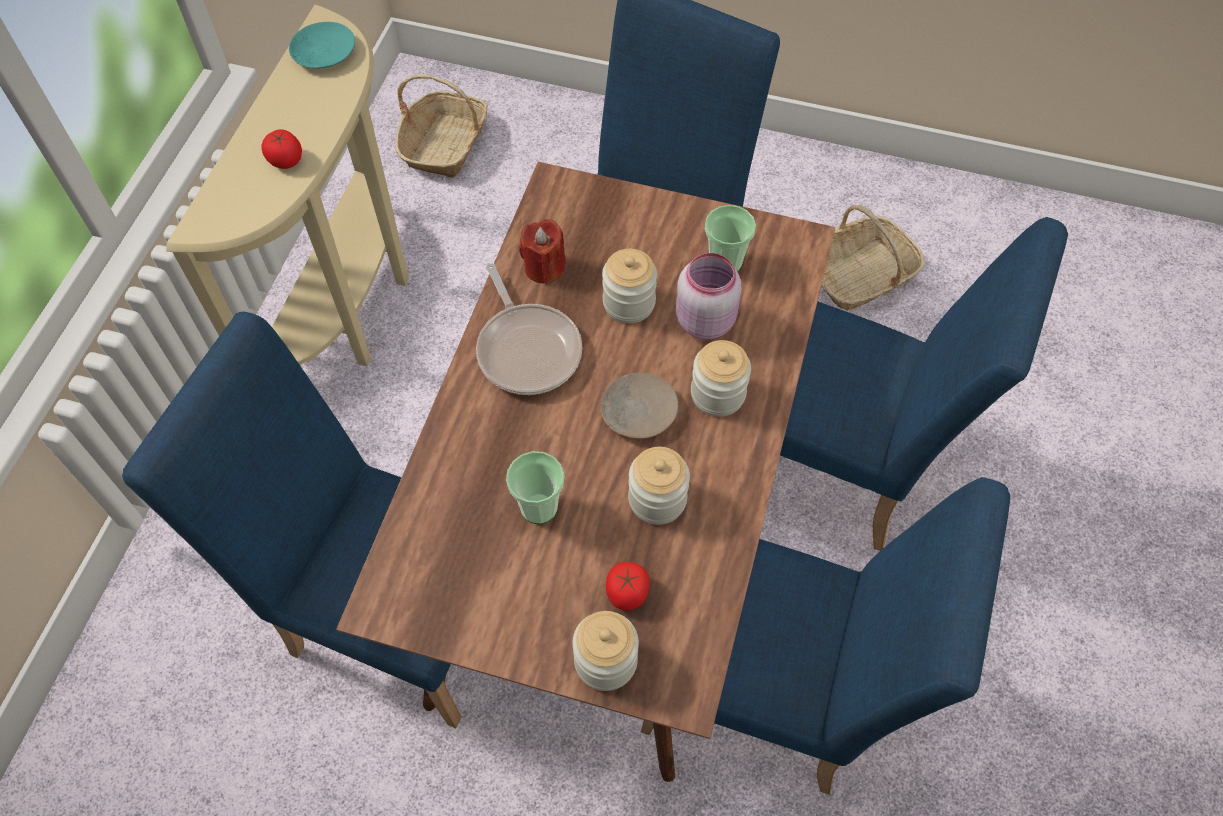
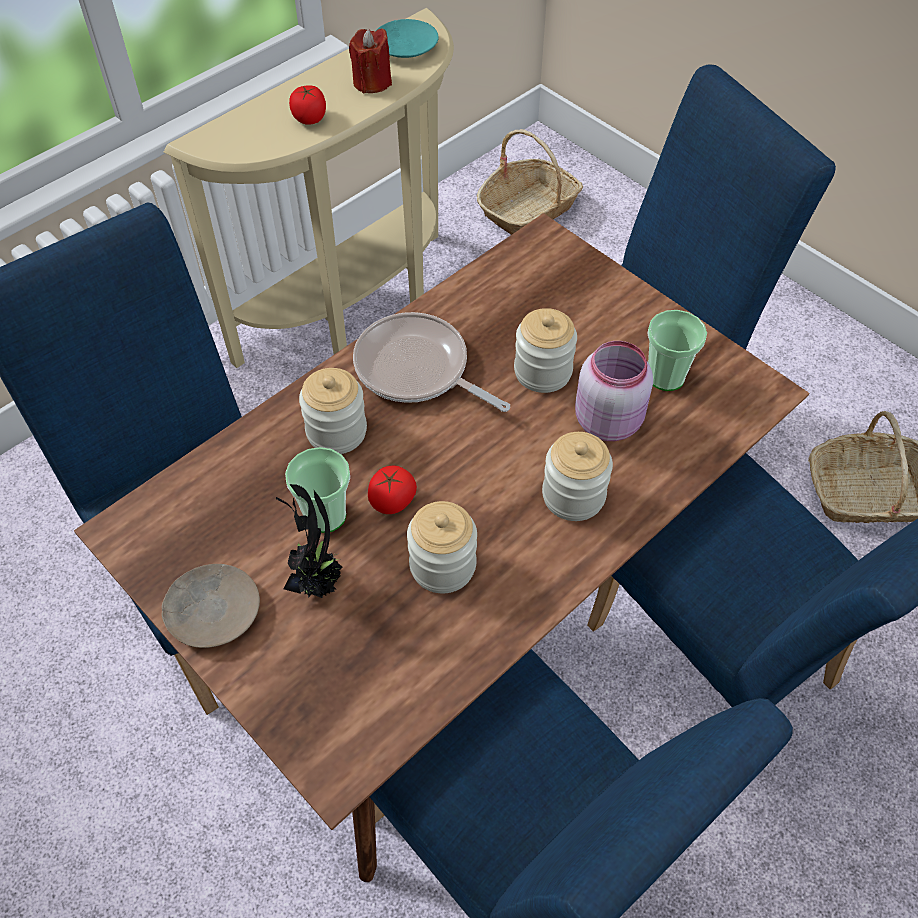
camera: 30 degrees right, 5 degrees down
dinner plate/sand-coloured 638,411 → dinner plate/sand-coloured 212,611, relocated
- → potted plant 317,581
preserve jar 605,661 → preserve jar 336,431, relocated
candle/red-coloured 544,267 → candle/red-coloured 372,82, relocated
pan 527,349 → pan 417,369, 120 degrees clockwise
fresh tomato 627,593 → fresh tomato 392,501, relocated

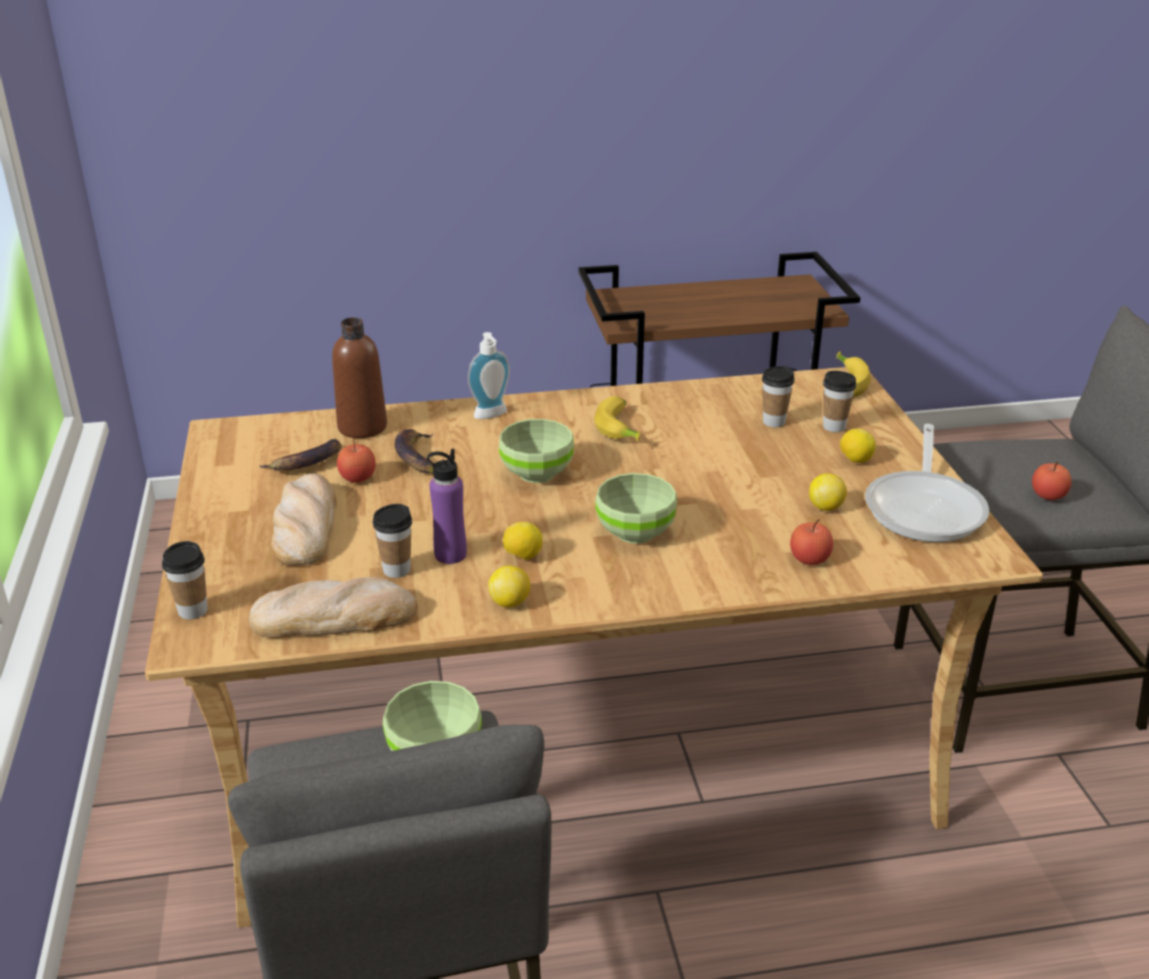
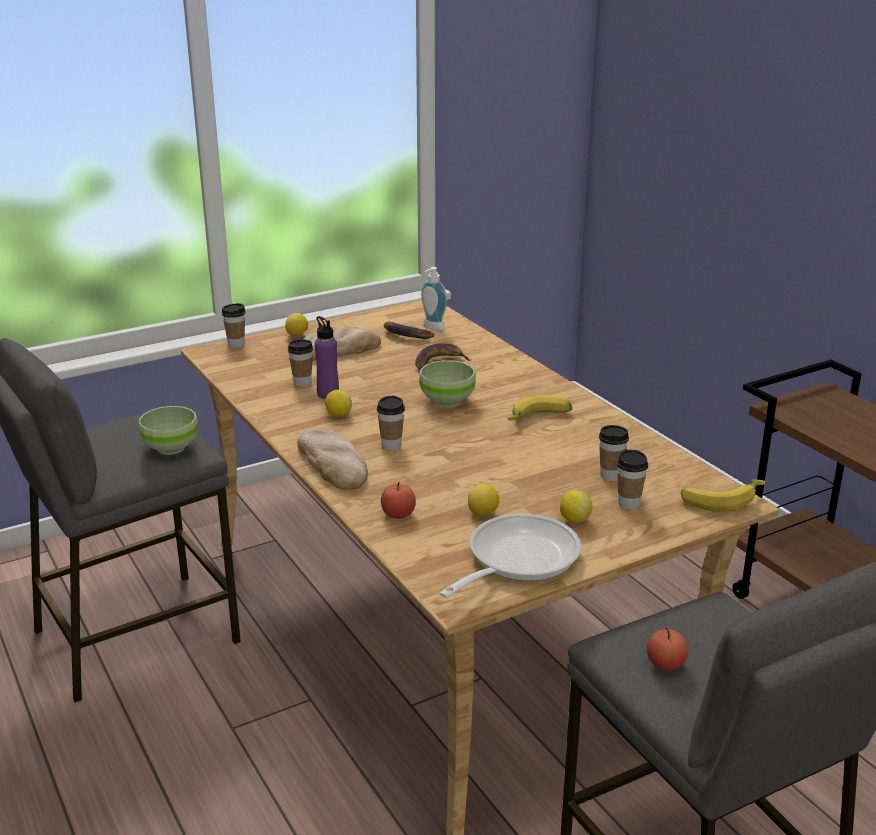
camera: 70 degrees right, 5 degrees down
lemon 510,602 → lemon 297,335, relocated
bread 335,616 → bread 333,464, relocated
deep dish/green 635,533 → small cup 391,446
soap dispenser 492,415 → soap dispenser 432,328, relocated
pan 925,508 → pan 516,560, 135 degrees clockwise
beverage bottle/brownish 362,427 → -
whole apple 357,478 → -

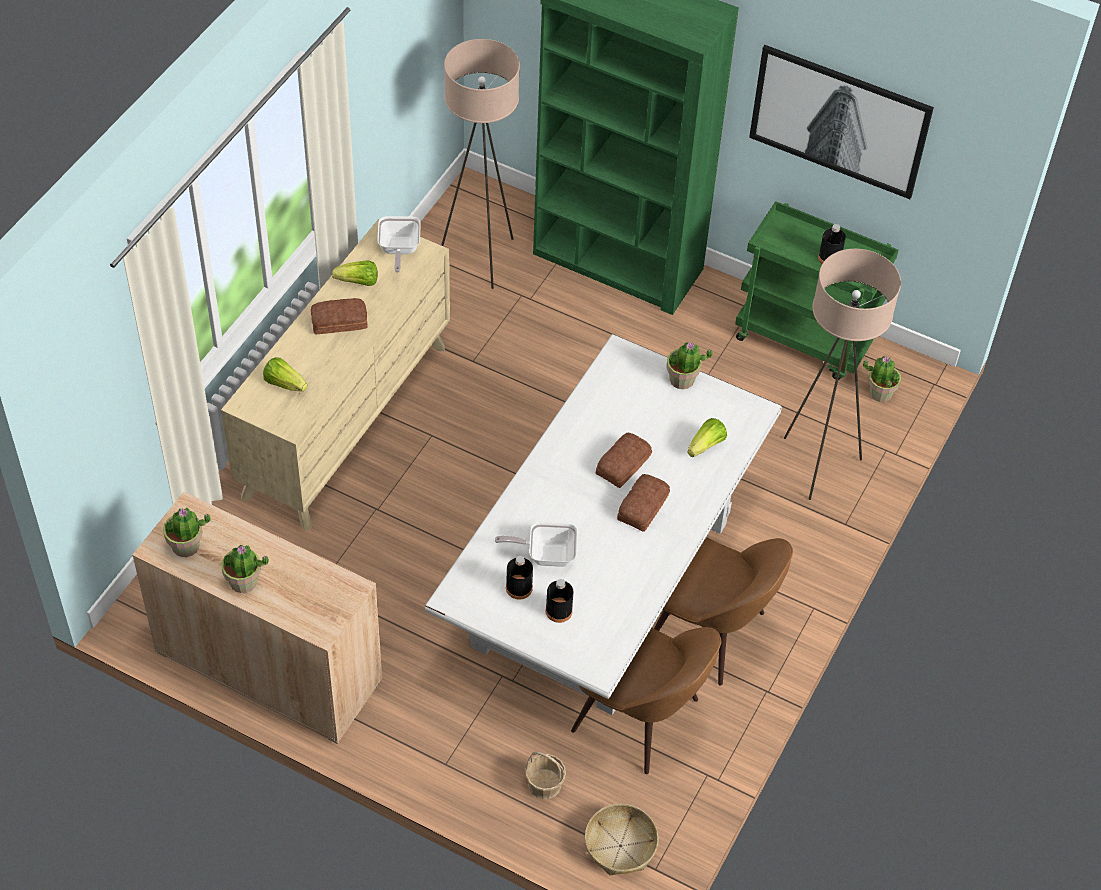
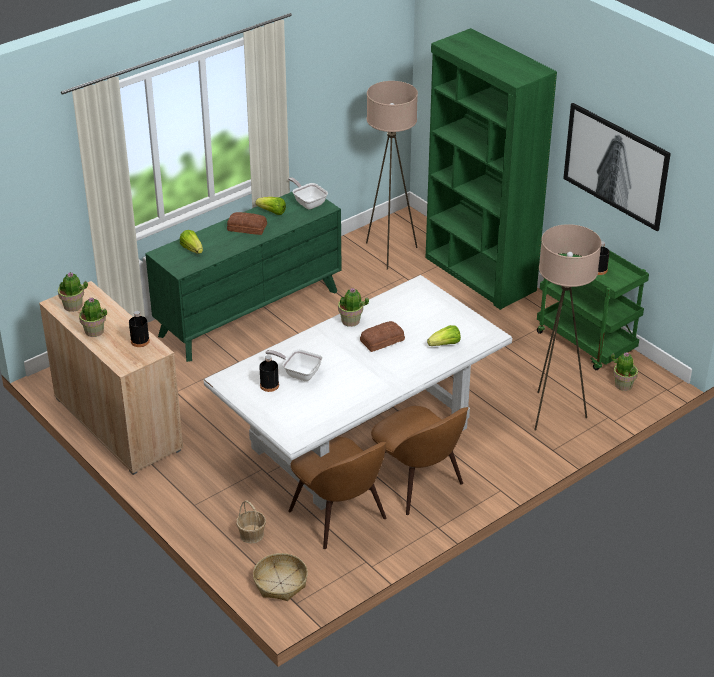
camera: 25 degrees right, 15 degrees down
beverage bottle/black-coloured 559,611 → beverage bottle/black-coloured 140,341, relocated
drawer chest/sand-coloured 346,419 → drawer chest/green 250,312
pan 398,250 → pan 308,203, 120 degrees clockwise
potted plant 682,380 → potted plant 351,321, relocated
bread 641,506 → -

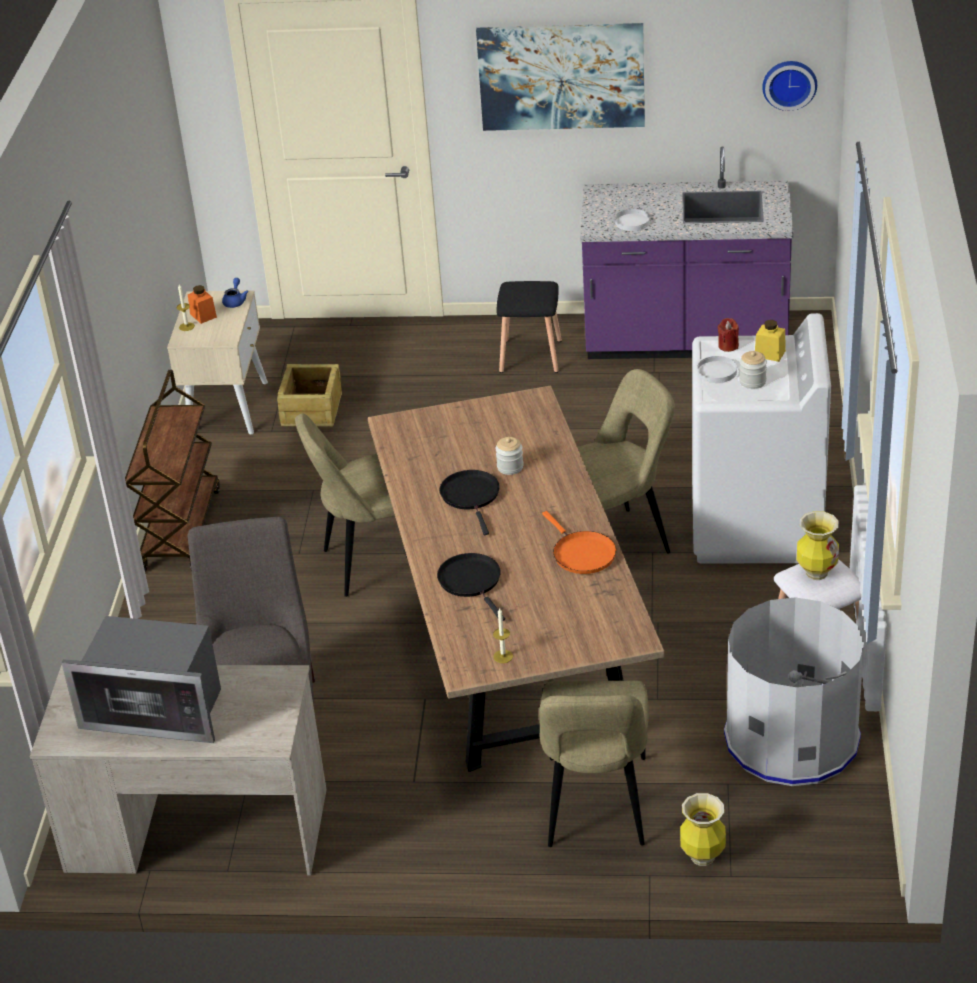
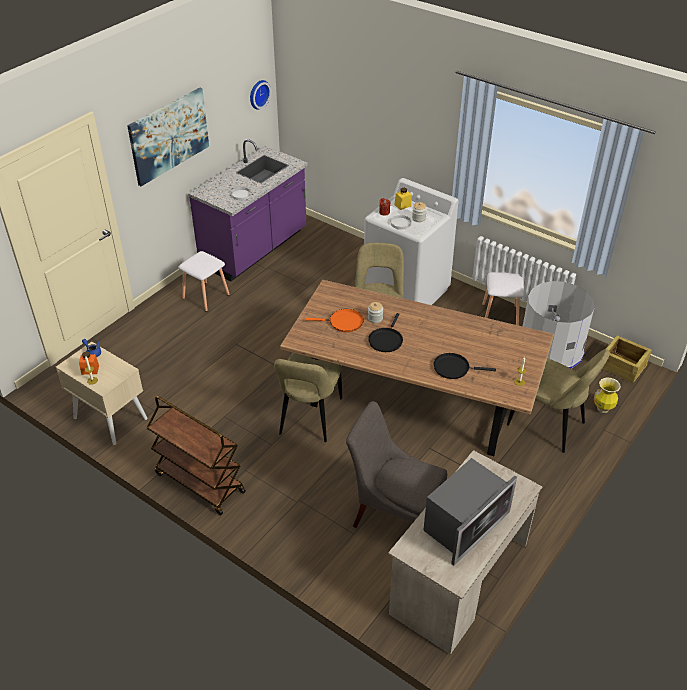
camera: 60 degrees left, 5 degrees up
stool/black-coloured 530,355 → stool/white 205,296
pan/orangey 581,554 → pan/orangey 343,322, relocated
pan/black-coloured 471,496 → pan/black-coloured 386,340, 90 degrees counterclockwise
shipping crate 311,409 → shipping crate 622,367, relocated
flower vase 816,573 → -

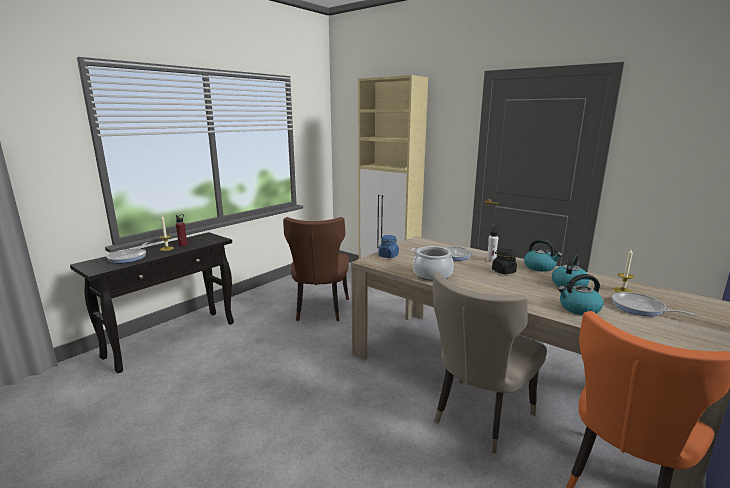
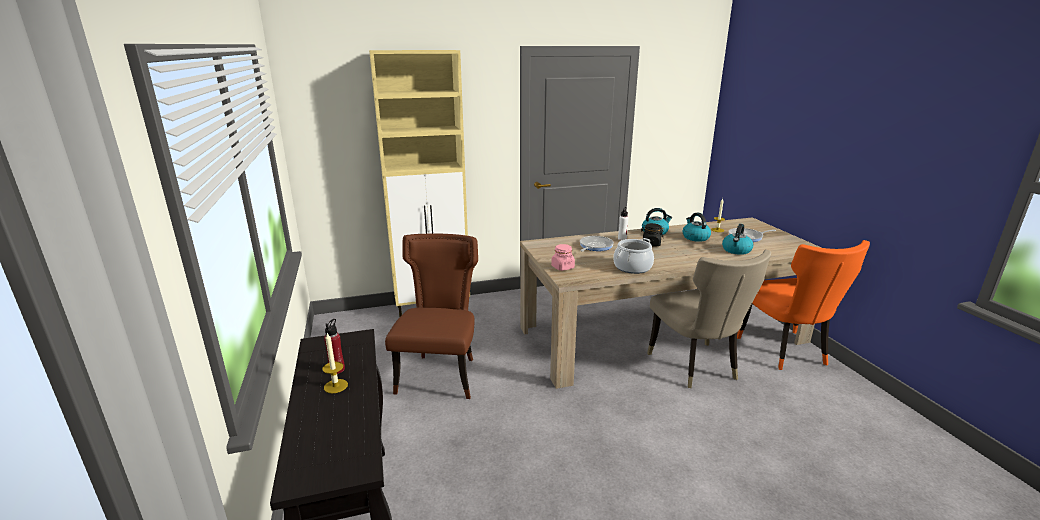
camera: 55 degrees left, 5 degrees up
chair/brownish 320,310 → chair/brownish 440,374, 120 degrees counterclockwise
preserve jar/blue-coloured 388,256 → preserve jar/pink 562,267
pan 129,257 → -

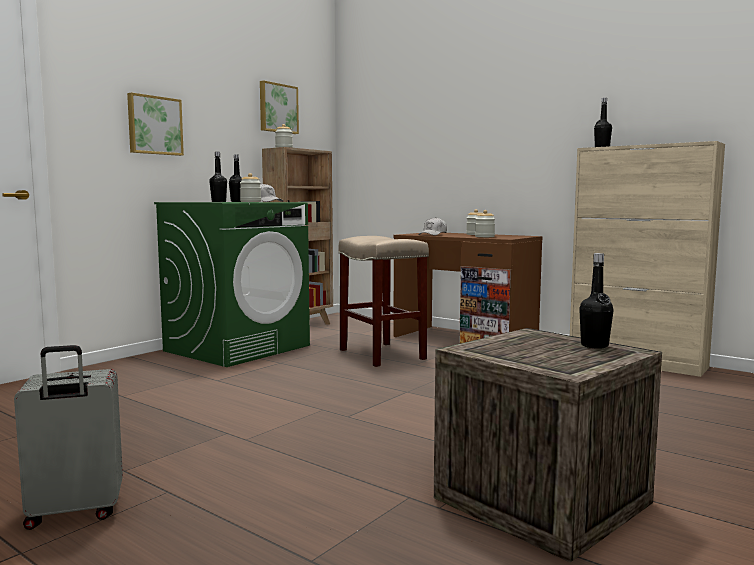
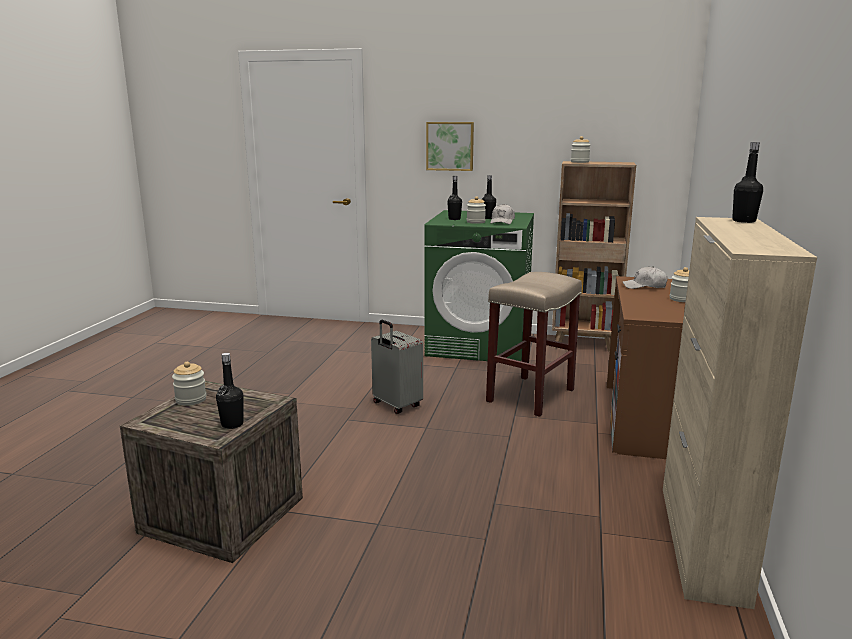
camera: 65 degrees right, 10 degrees up
preserve jar 484,237 → preserve jar 191,399, relocated
travel case/grey 75,513 → travel case/grey 396,405, relocated
wall art 277,108 → -

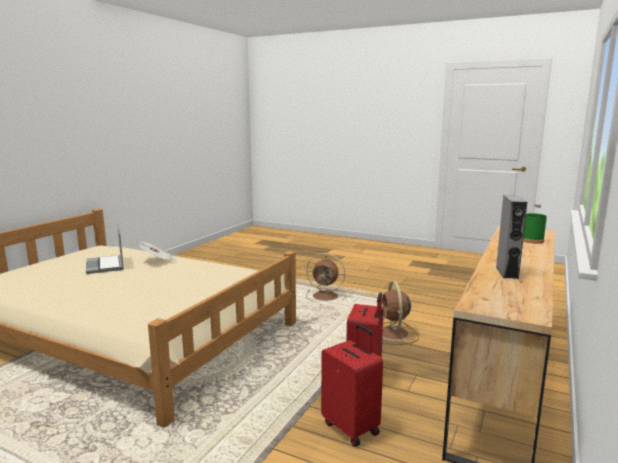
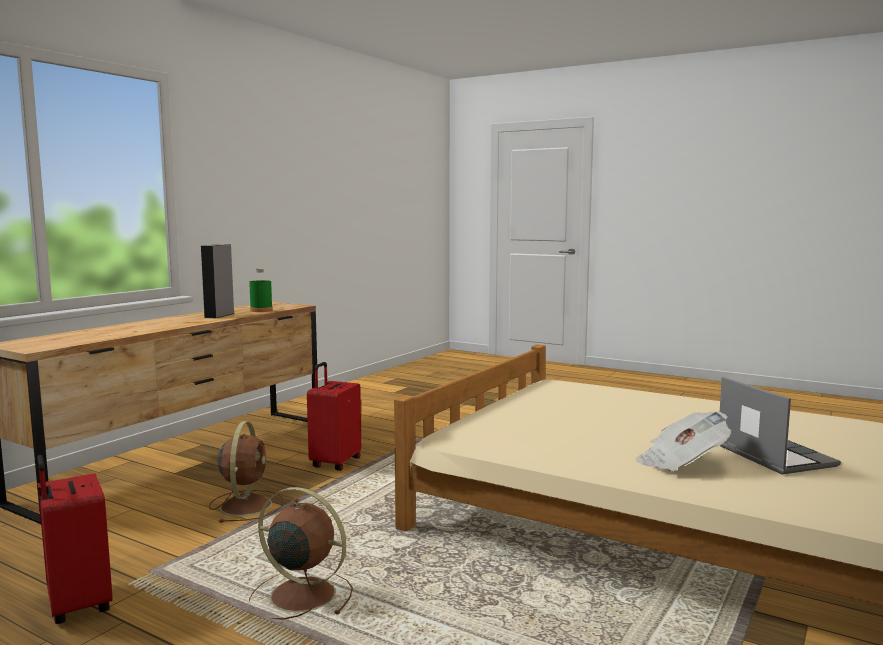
camera: 175 degrees left, 5 degrees down
travel case/red-coloured 351,428 → travel case/red-coloured 77,605, relocated
beverage bottle/green 533,241 → beverage bottle/green 261,310, relocated

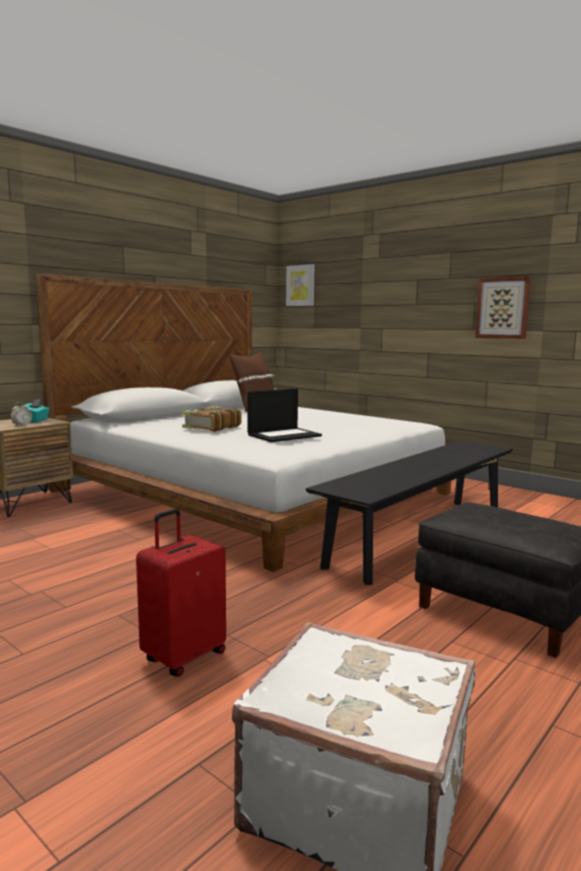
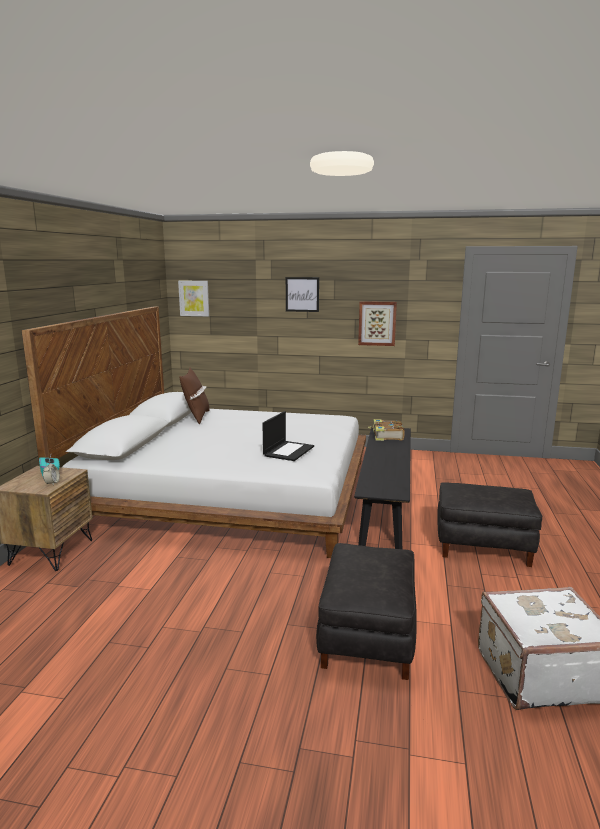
camera: 30 degrees left, 5 degrees up
- → wall art 302,294
travel case/red-coloured 183,656 → ottoman/black-coloured 367,636
bound book 211,427 → bound book 387,436, relocated

